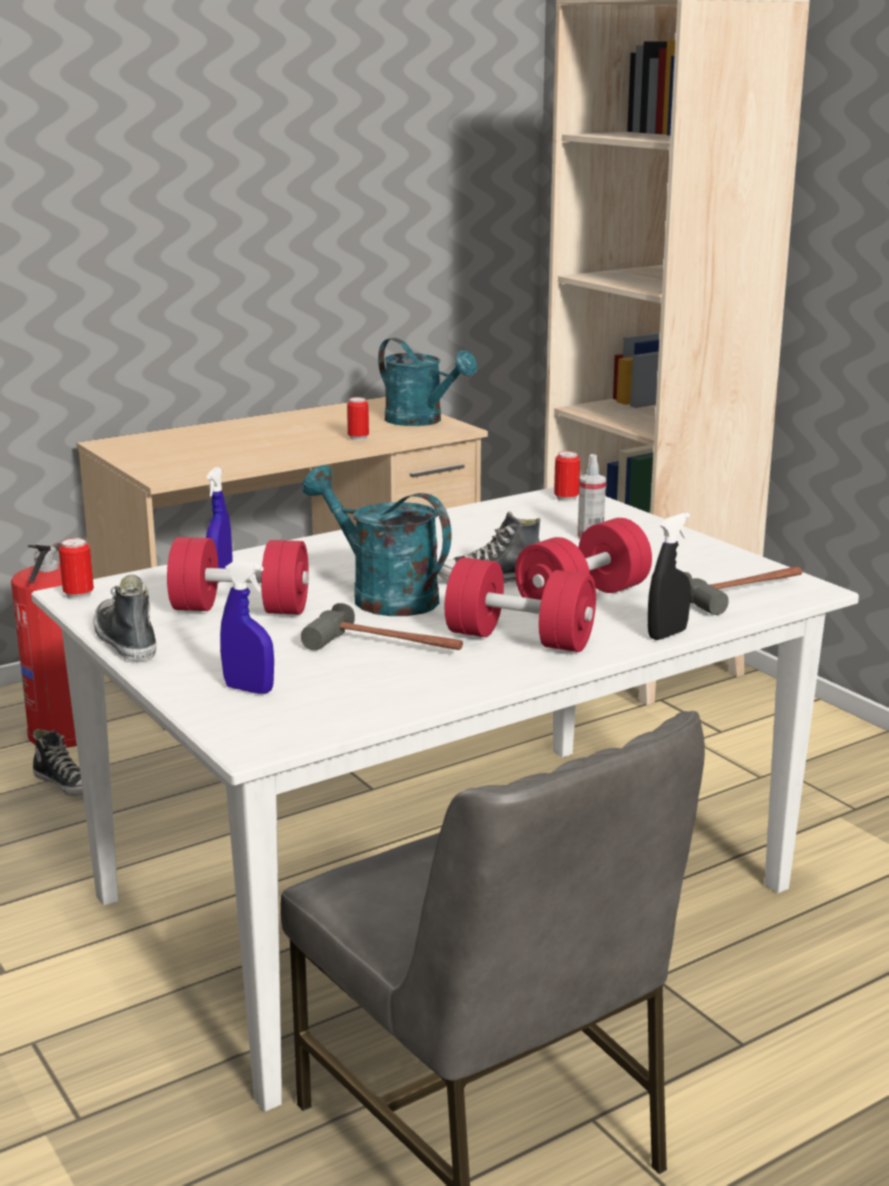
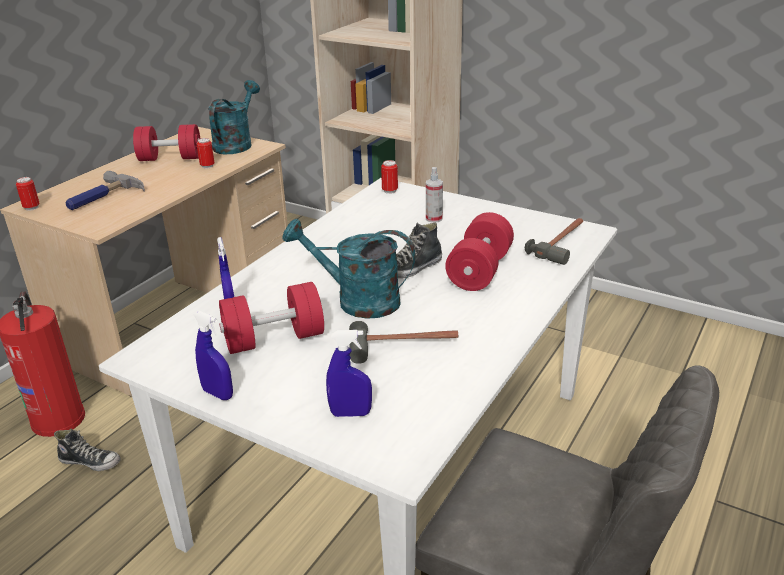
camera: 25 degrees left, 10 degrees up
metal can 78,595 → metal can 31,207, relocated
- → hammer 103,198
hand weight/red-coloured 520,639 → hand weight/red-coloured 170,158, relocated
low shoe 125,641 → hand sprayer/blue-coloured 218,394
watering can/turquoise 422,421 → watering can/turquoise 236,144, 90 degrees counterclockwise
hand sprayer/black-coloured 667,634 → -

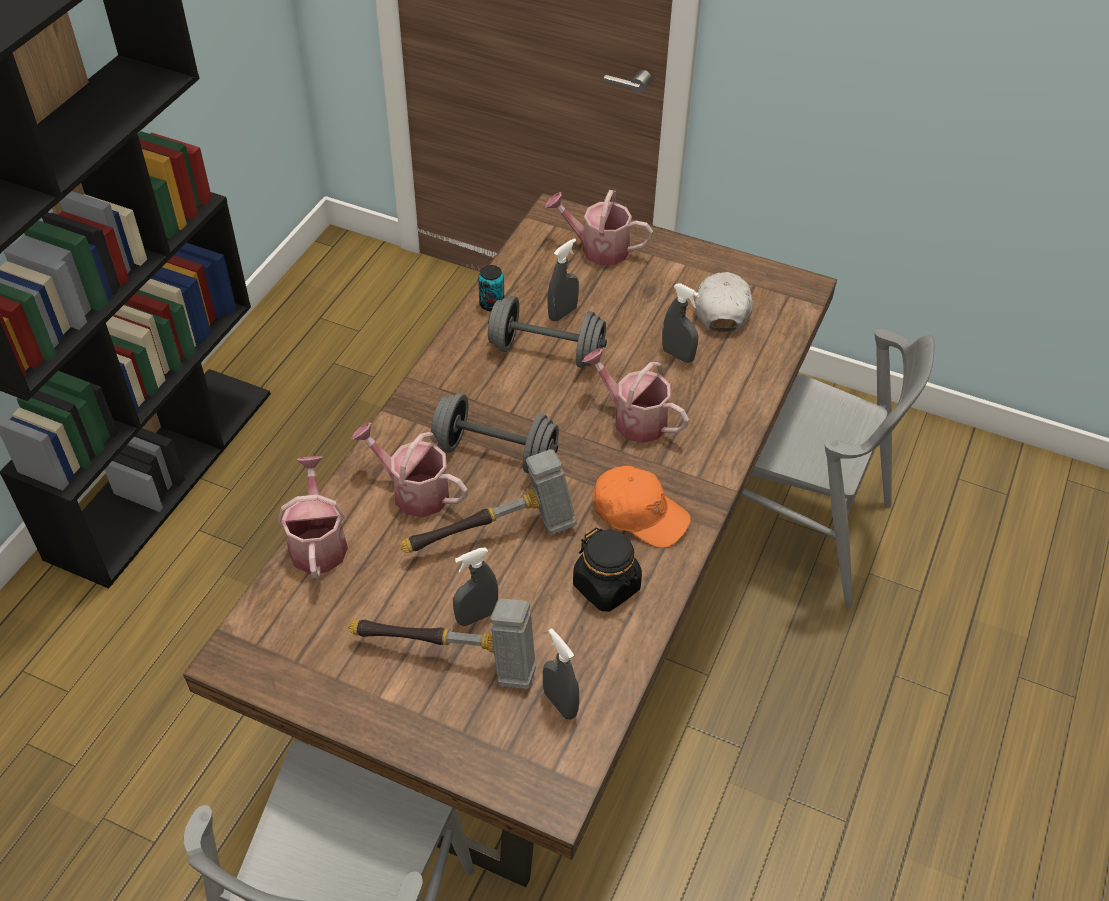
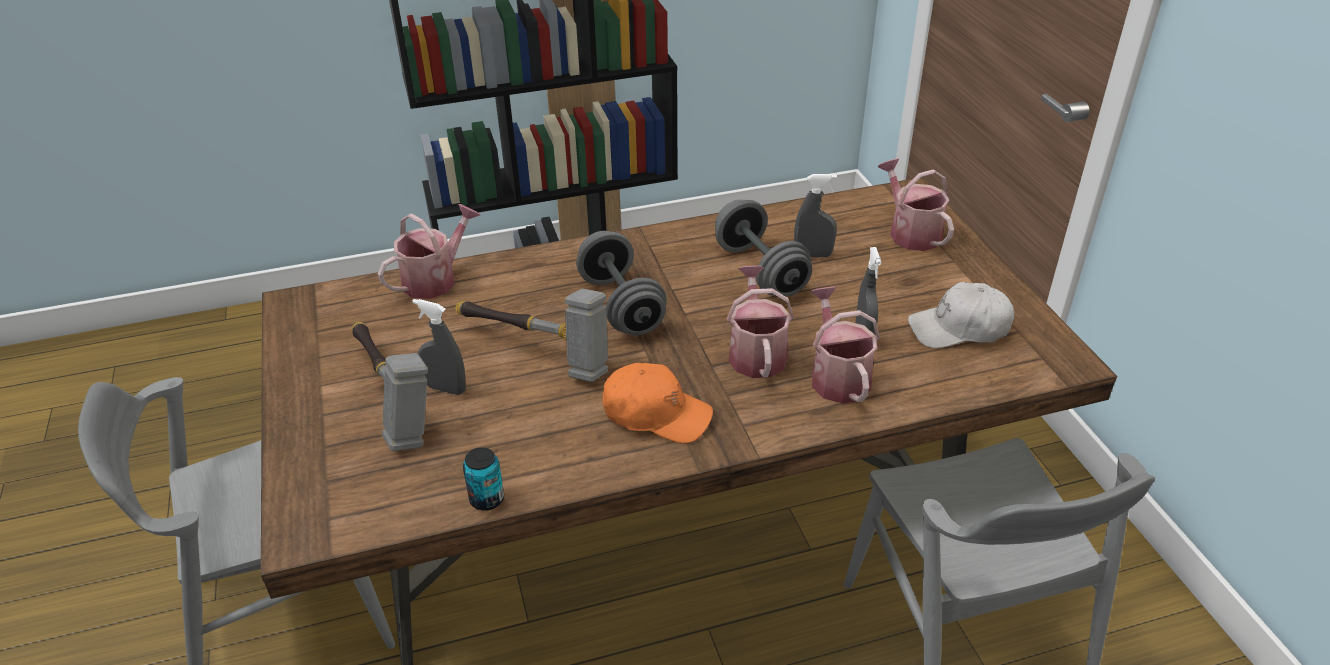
camera: 50 degrees right, 10 degrees down
metal can 492,304 → metal can 487,499, relocated
baseball cap/orangey 639,514 → baseball cap/orangey 656,414, 60 degrees counterclockwise
watering can 413,491 → watering can 837,376, relocated
baseball cap/white 722,307 → baseball cap/white 959,329, 150 degrees counterclockwise
hand sprayer/grey 560,704 → -
preserve jar/black-coloured 607,586 → -

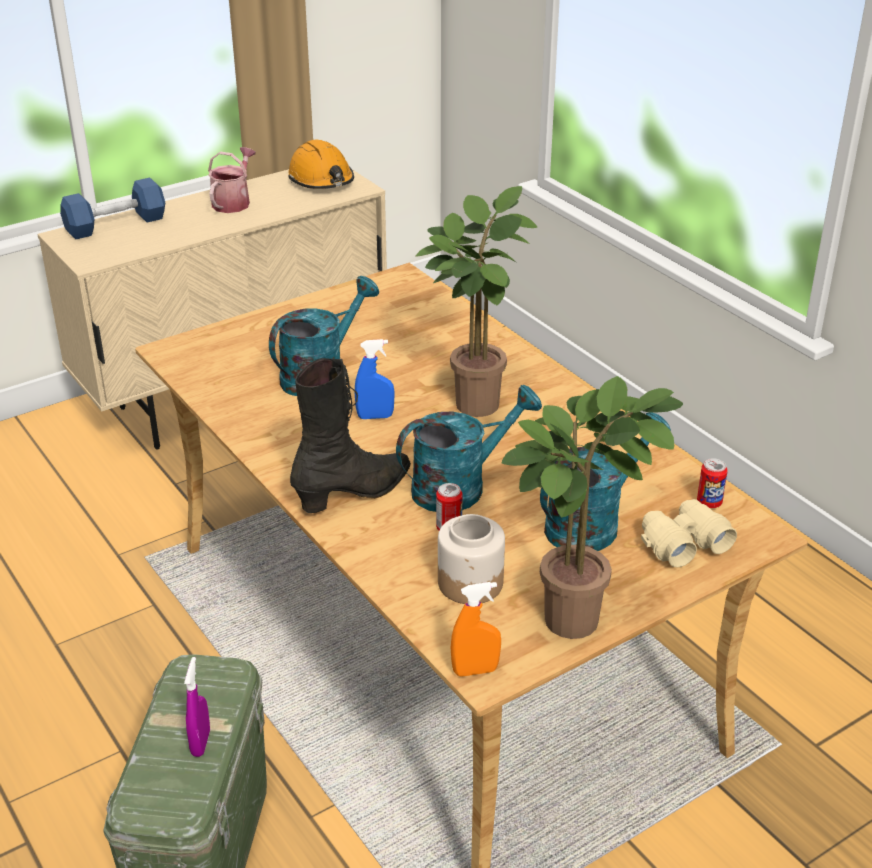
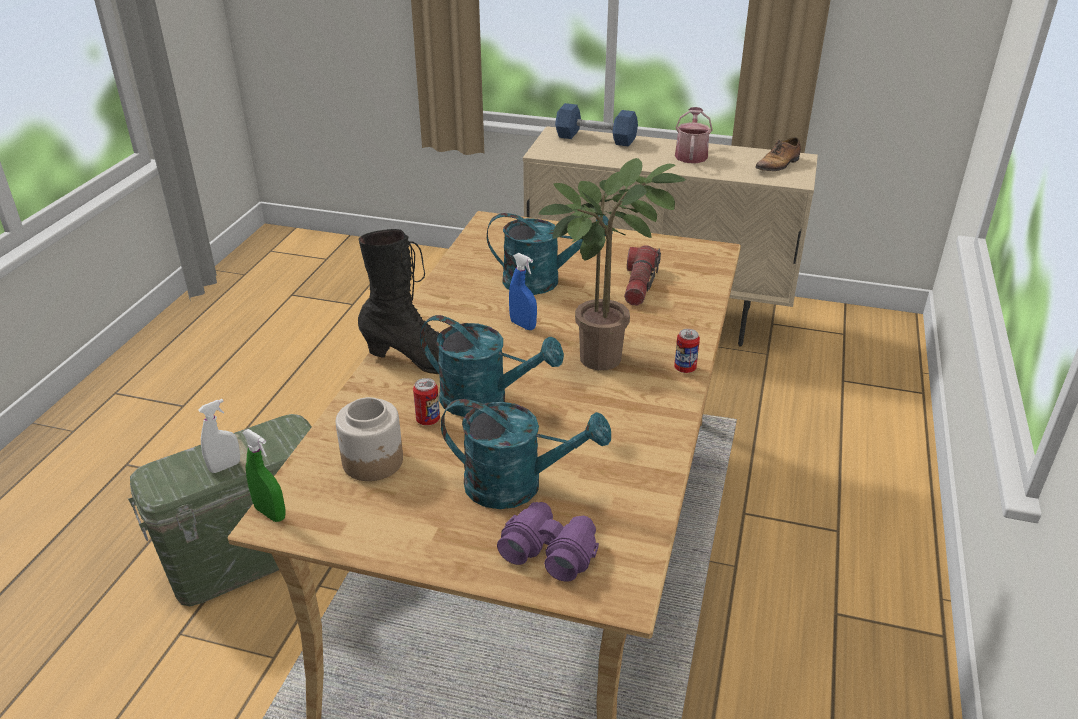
camera: 50 degrees right, 0 degrees up
hand sprayer/purple-coloured 200,743 → hand sprayer/white 225,467
hand sprayer/orangey 475,670 → hand sprayer/green 270,513
field glasses/sand-coloured 683,543 → field glasses/purple-coloured 549,550
- → torch 639,285
metal can 709,503 → metal can 685,368, relocated
watering can 233,202 → watering can 691,154, 60 degrees counterclockwise
safety helmet/orangey 321,180 → low shoe 778,165
potted plant 574,613 → -

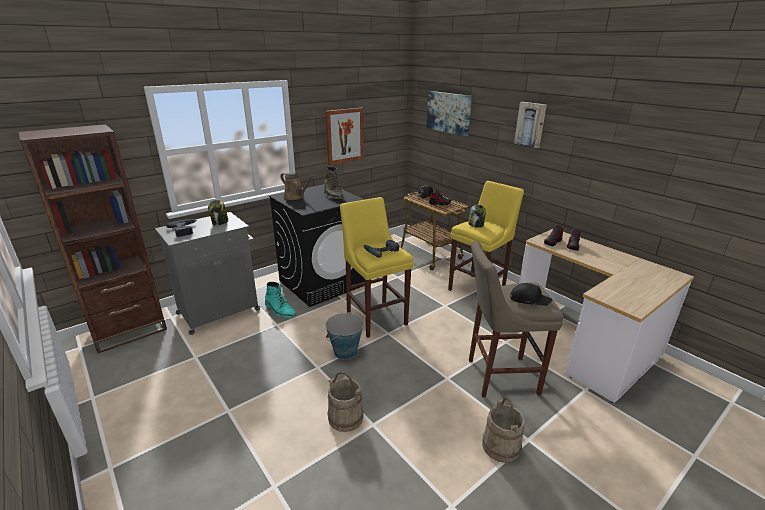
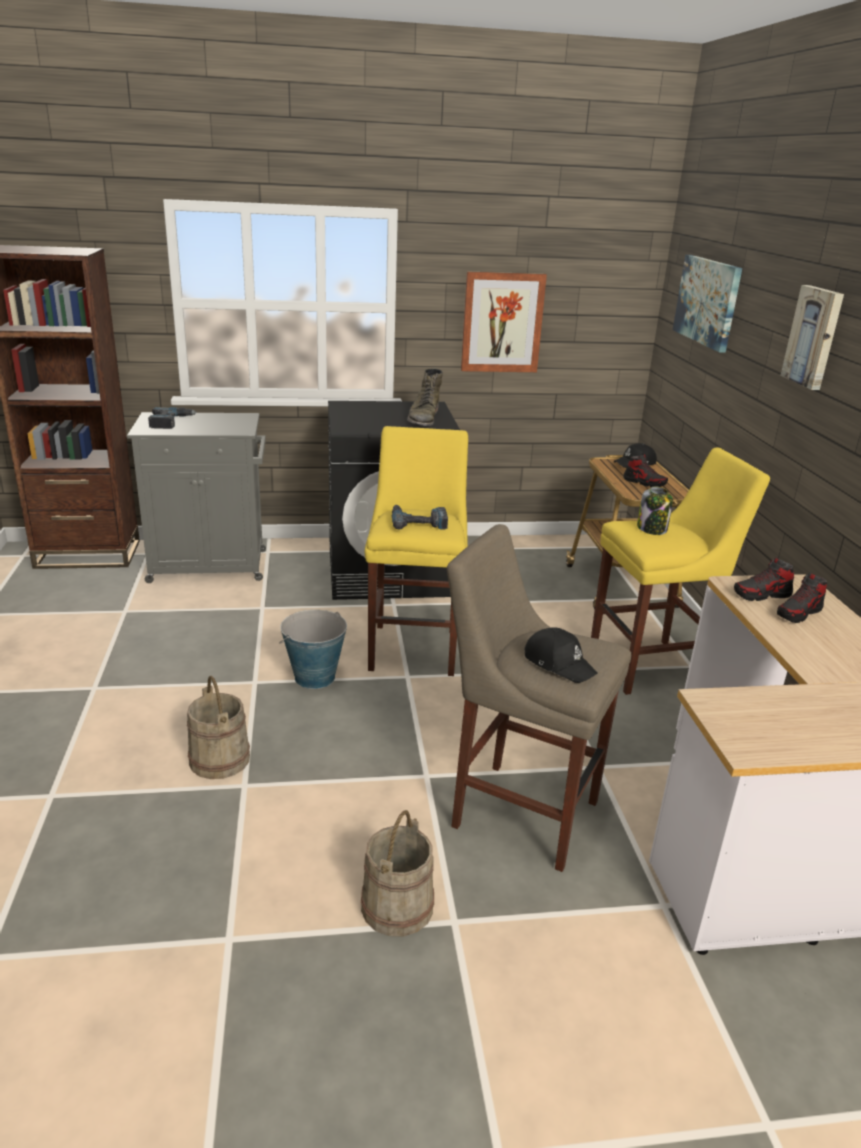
camera: 30 degrees right, 0 degrees up
preserve jar 220,222 → -
tall boot/turquoise 280,310 → -
watering can/brownish 296,196 → -

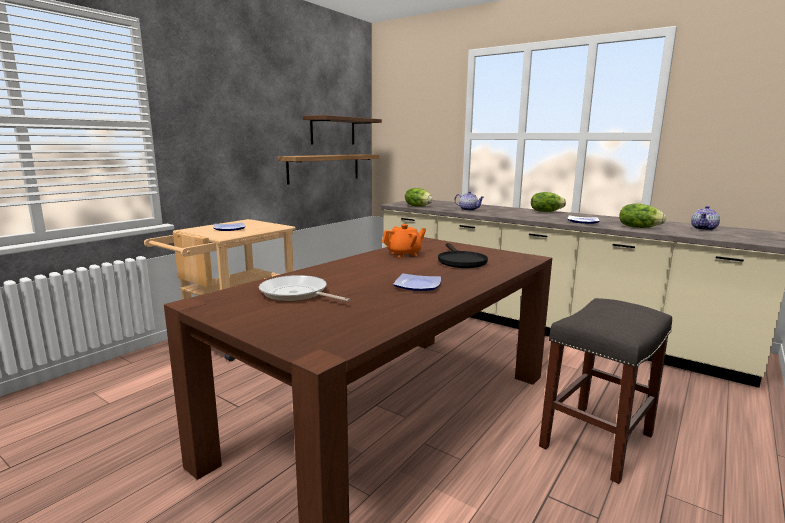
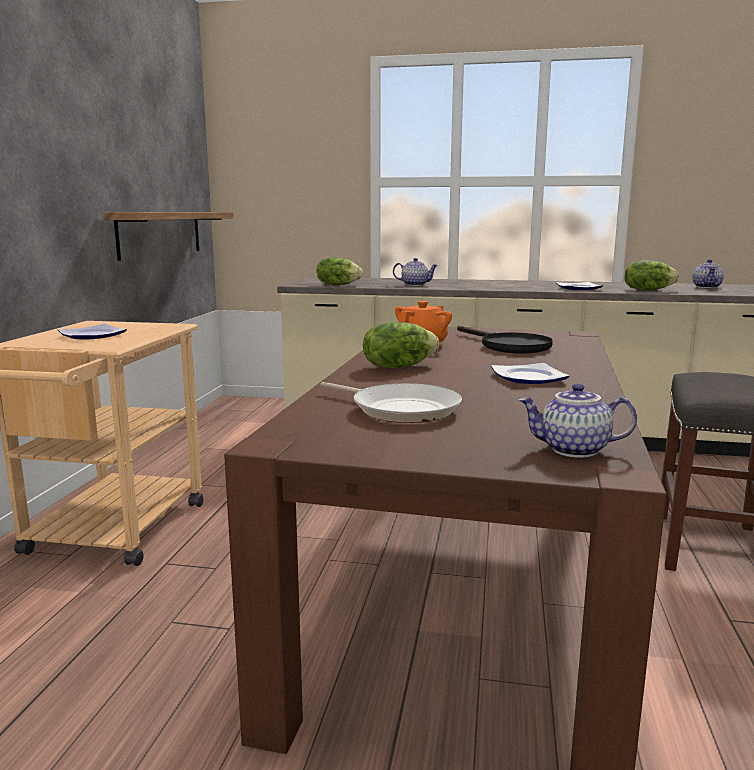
camera: 25 degrees left, 0 degrees up
pan 296,294 → pan 401,409, 150 degrees counterclockwise
head of lettuce 545,211 → head of lettuce 398,366, relocated
- → teapot 573,450
wall shelf/brownish 333,131 → -

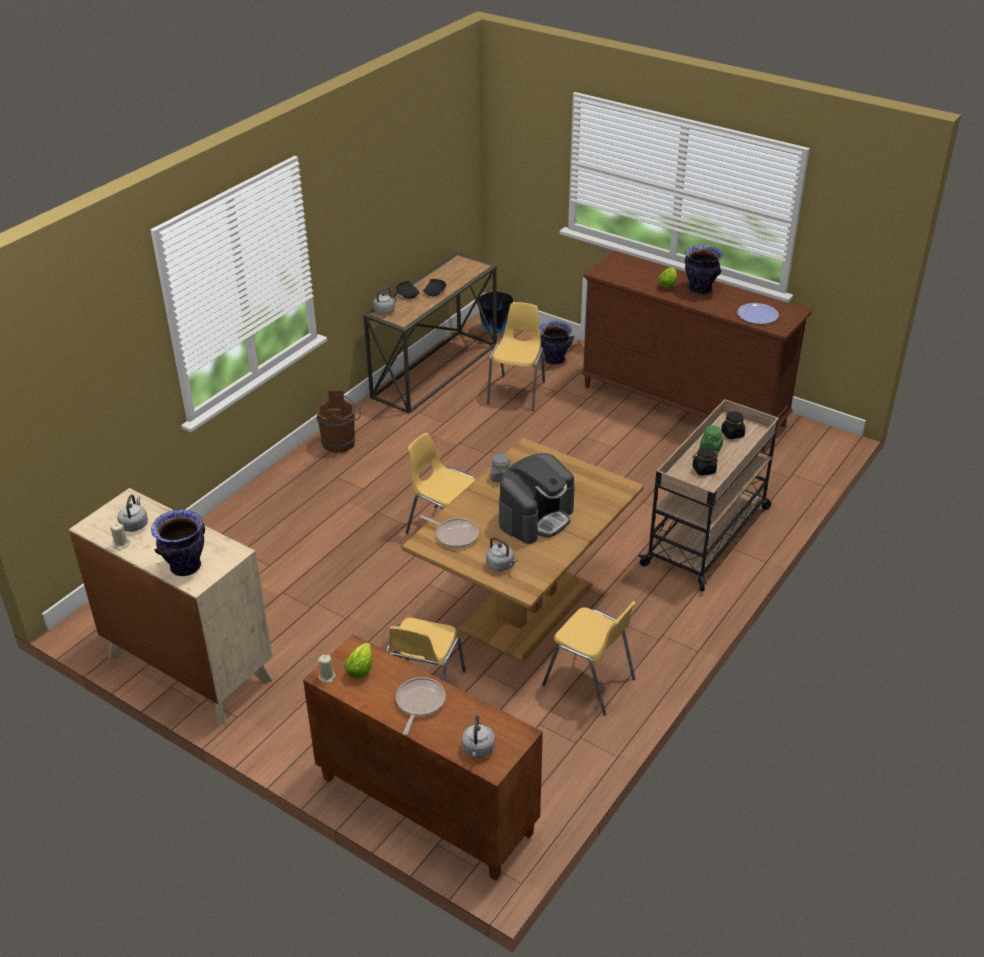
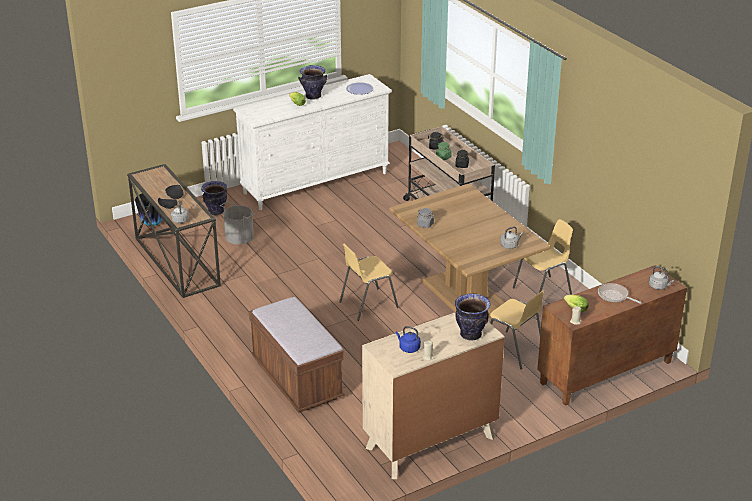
camera: 65 degrees left, 5 degrees down
chair/yellow 517,392 → pail/grey 239,236
drawer chest/brownish 683,406 → drawer chest/white 316,183
- → bench/brownish 297,380
water kettle/grey 135,524 → water kettle/blue-coloured 408,348
pail/brownish 342,443 → -
pan 455,535 → -
coffee machine 536,517 → -

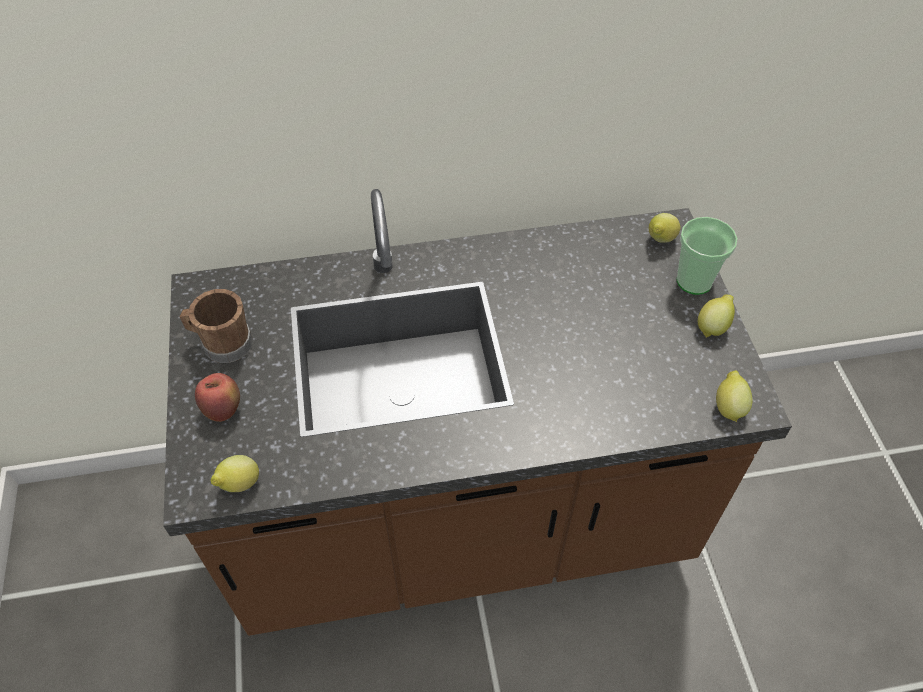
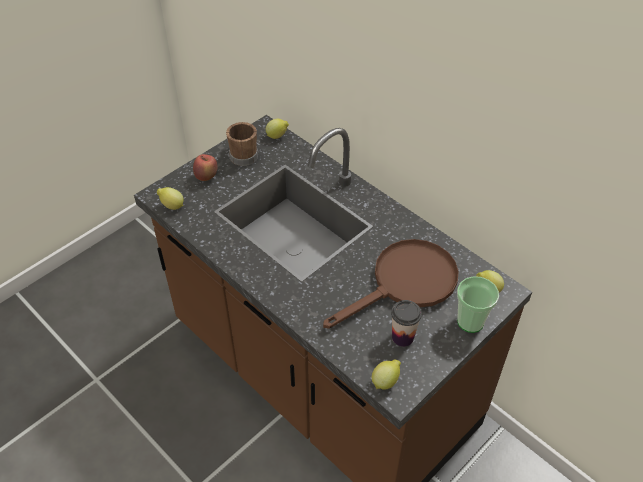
camera: 55 degrees right, 5 degrees down
lemon 712,327 → lemon 277,136, relocated
- → pan/brownish 405,283
- → small cup 402,337

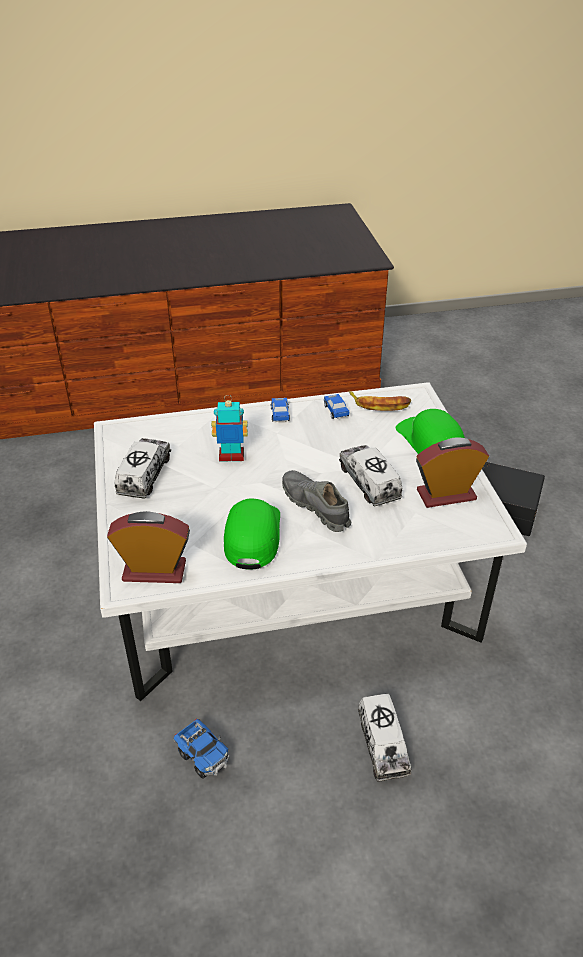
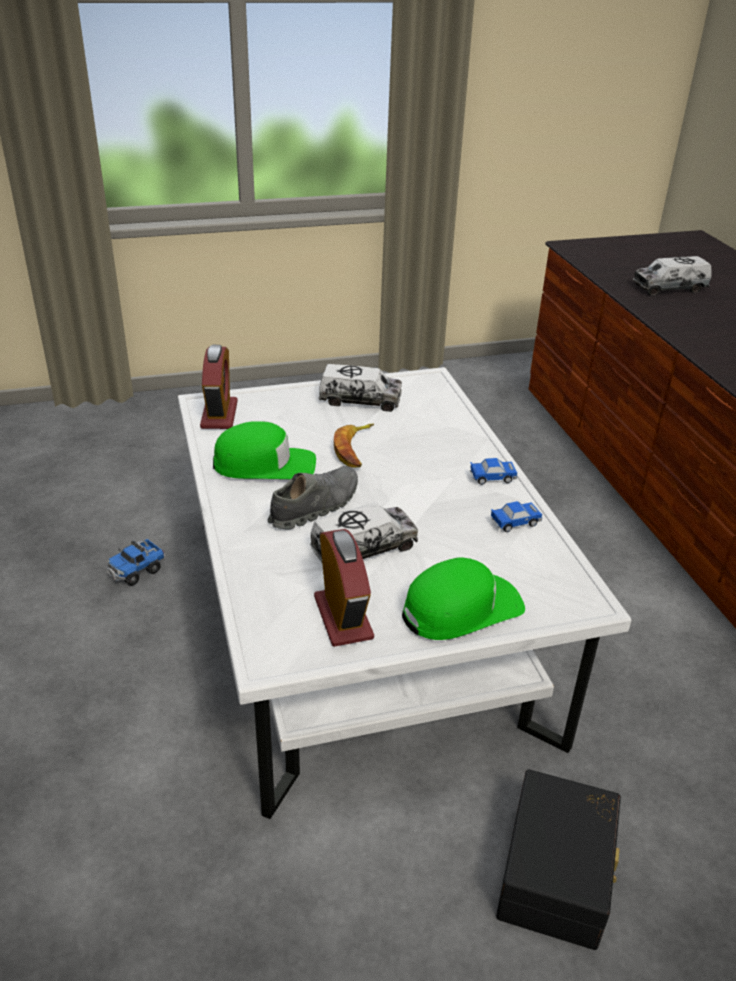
camera: 85 degrees right, 5 degrees down
banana fruit 380,404 → banana fruit 355,449, relocated
model truck 382,745 → model truck 669,288, relocated
model robot 231,456 → -

